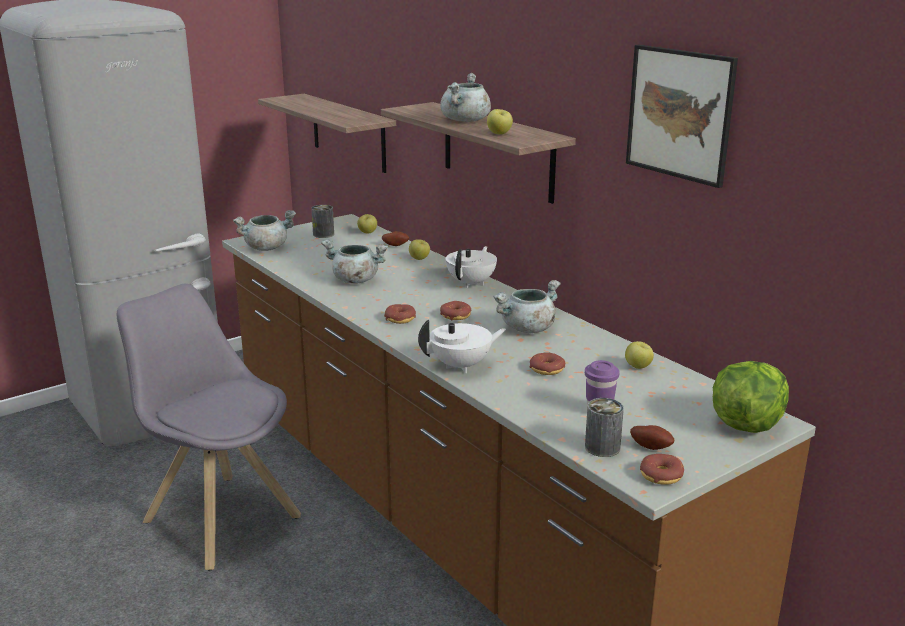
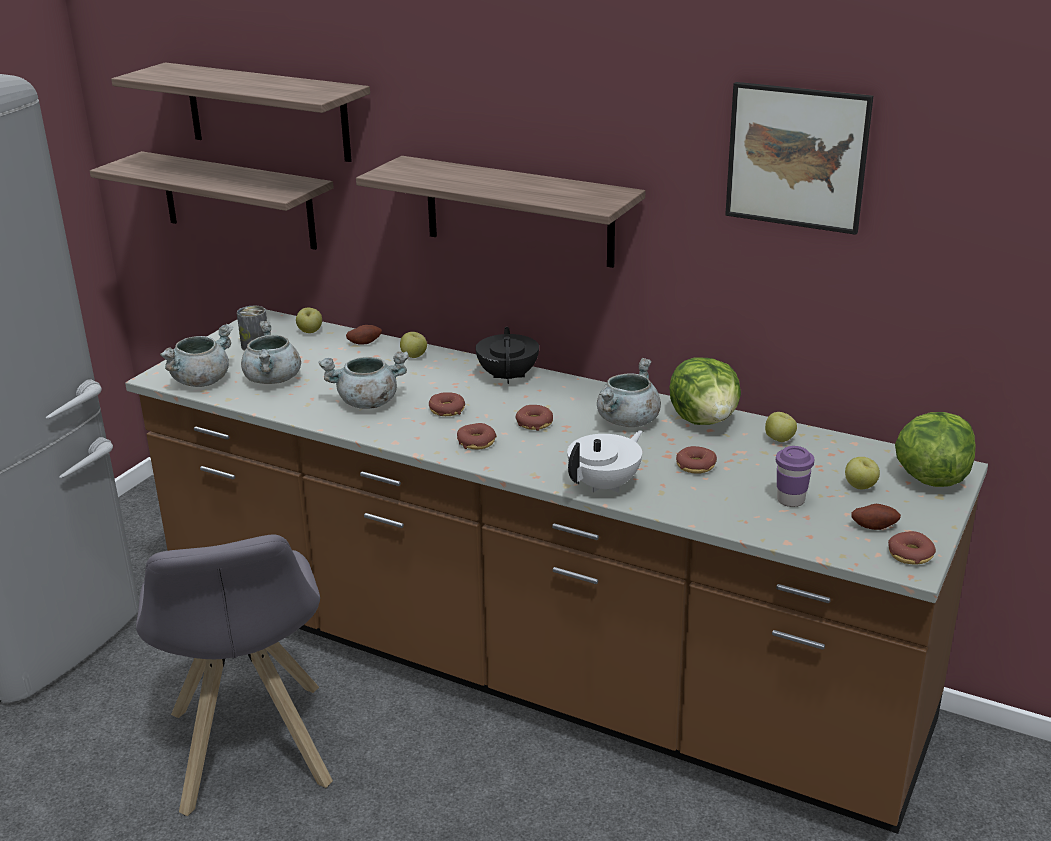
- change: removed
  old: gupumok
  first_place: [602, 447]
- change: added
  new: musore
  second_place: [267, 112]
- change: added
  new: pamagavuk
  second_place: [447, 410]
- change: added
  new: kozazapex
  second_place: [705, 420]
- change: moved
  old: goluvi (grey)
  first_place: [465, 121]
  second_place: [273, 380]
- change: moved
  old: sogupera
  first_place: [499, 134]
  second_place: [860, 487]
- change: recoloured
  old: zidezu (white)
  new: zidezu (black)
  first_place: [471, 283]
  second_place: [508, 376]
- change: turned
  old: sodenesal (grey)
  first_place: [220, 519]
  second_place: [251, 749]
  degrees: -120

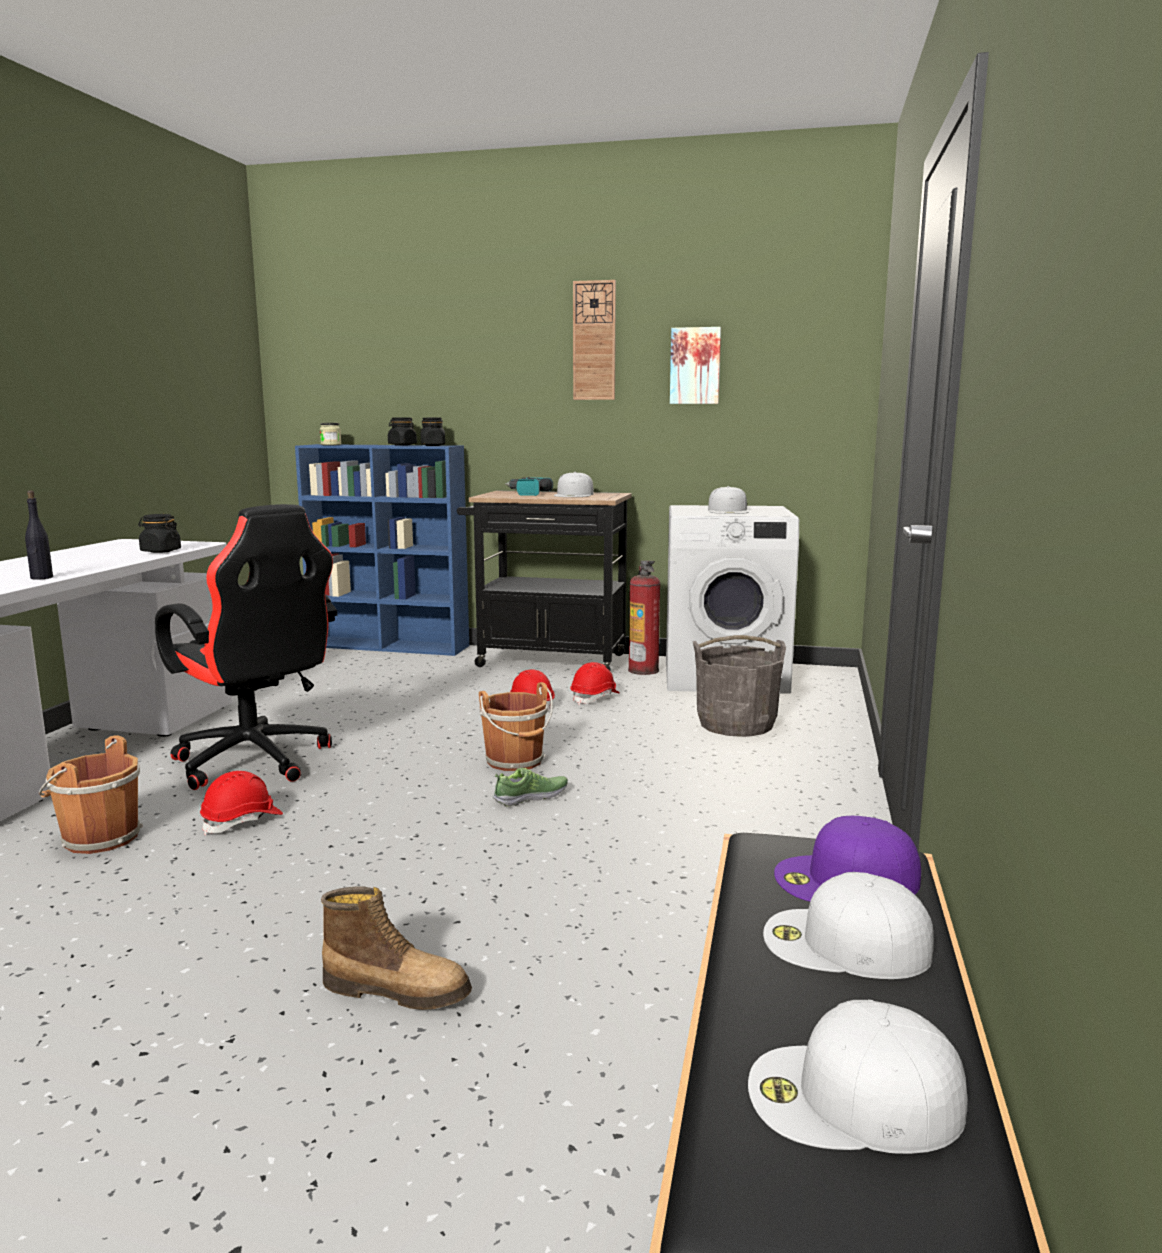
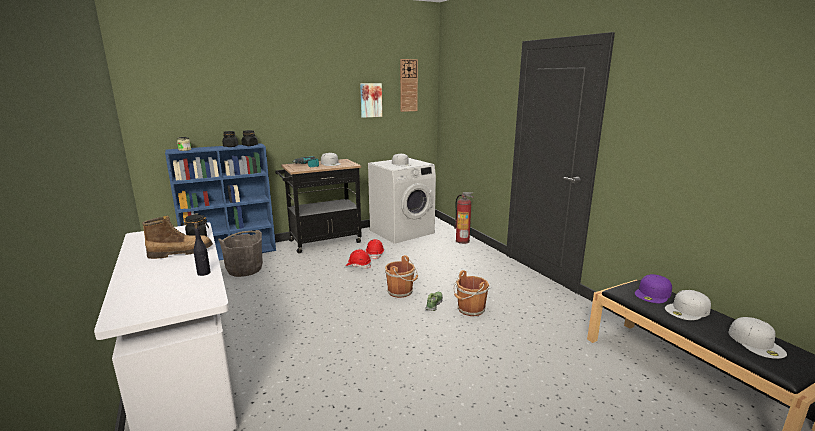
- change: removed
  old: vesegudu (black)
  first_place: [257, 765]
- change: removed
  old: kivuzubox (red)
  first_place: [242, 821]
- change: moved
  old: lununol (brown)
  first_place: [98, 838]
  second_place: [470, 310]
- change: moved
  old: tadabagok
  first_place: [398, 990]
  second_place: [181, 252]
- change: moved
  old: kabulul
  first_place: [594, 341]
  second_place: [408, 85]
- change: moved
  old: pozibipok
  first_place: [644, 670]
  second_place: [462, 241]
- change: moved
  old: lununol (grey)
  first_place: [736, 724]
  second_place: [244, 269]
- change: turned
  old: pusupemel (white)
  first_place: [852, 1098]
  second_place: [756, 343]
  degrees: -60

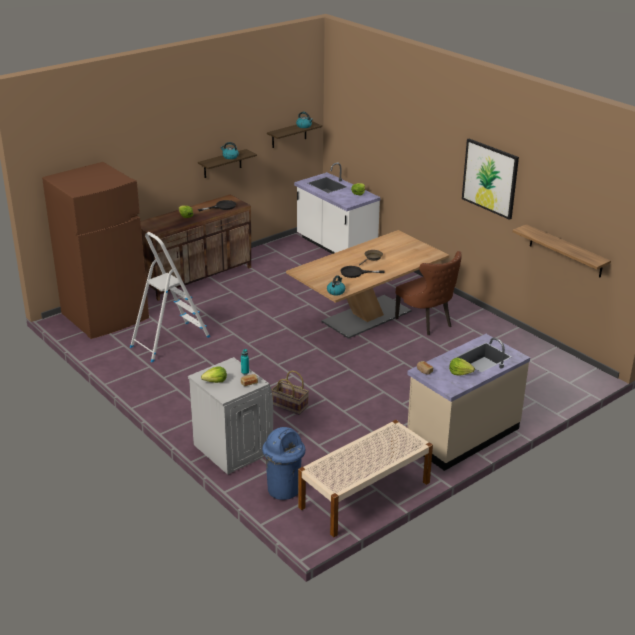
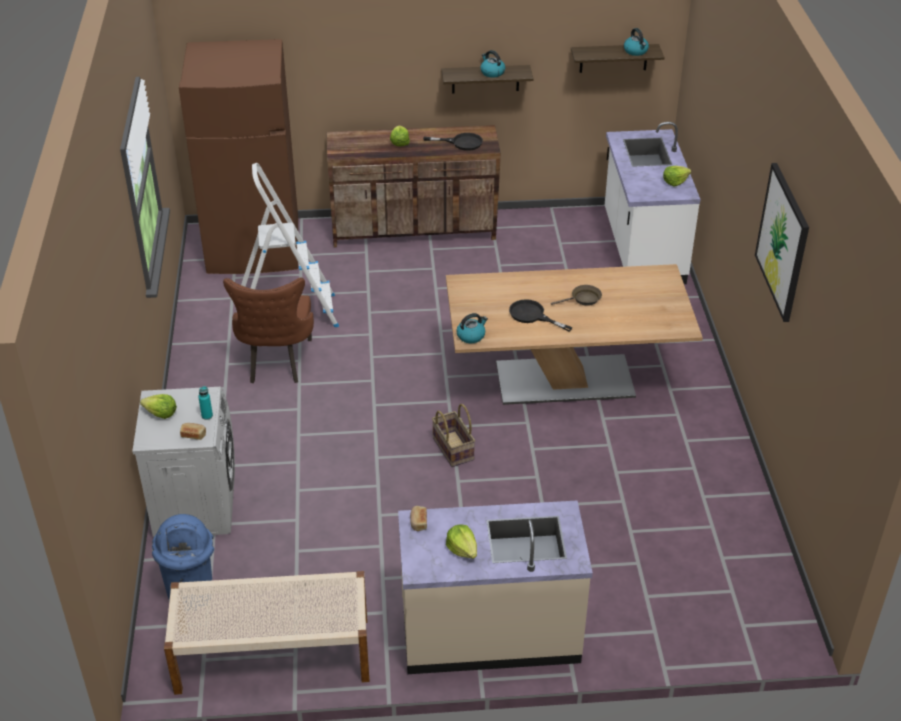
- change: removed
  old: musore
  first_place: [565, 251]
- change: moved
  old: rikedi
  first_place: [289, 406]
  second_place: [452, 449]
- change: moved
  old: sodenesal (brown)
  first_place: [426, 322]
  second_place: [277, 362]

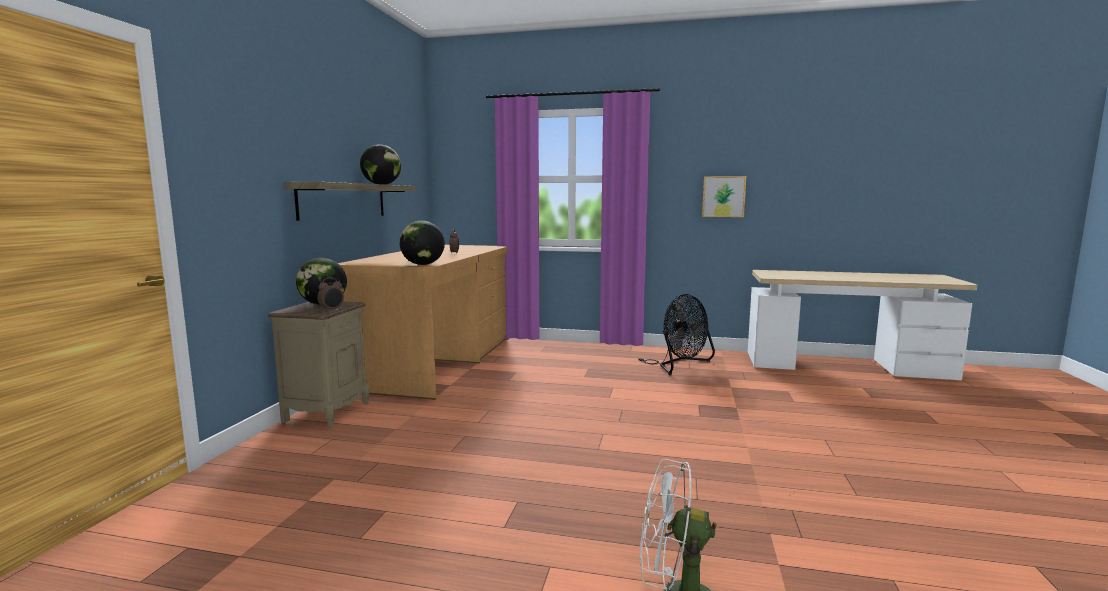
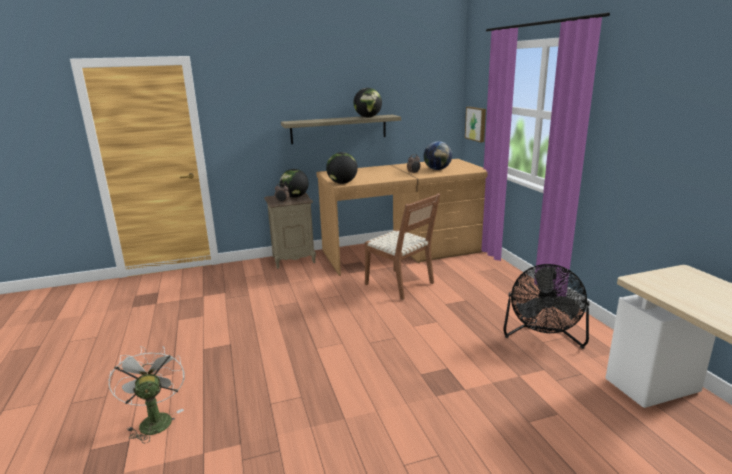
- change: added
  new: sodenesal
  second_place: [401, 285]
- change: added
  new: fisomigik
  second_place: [437, 169]
- change: moved
  old: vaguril
  first_place: [723, 196]
  second_place: [476, 124]

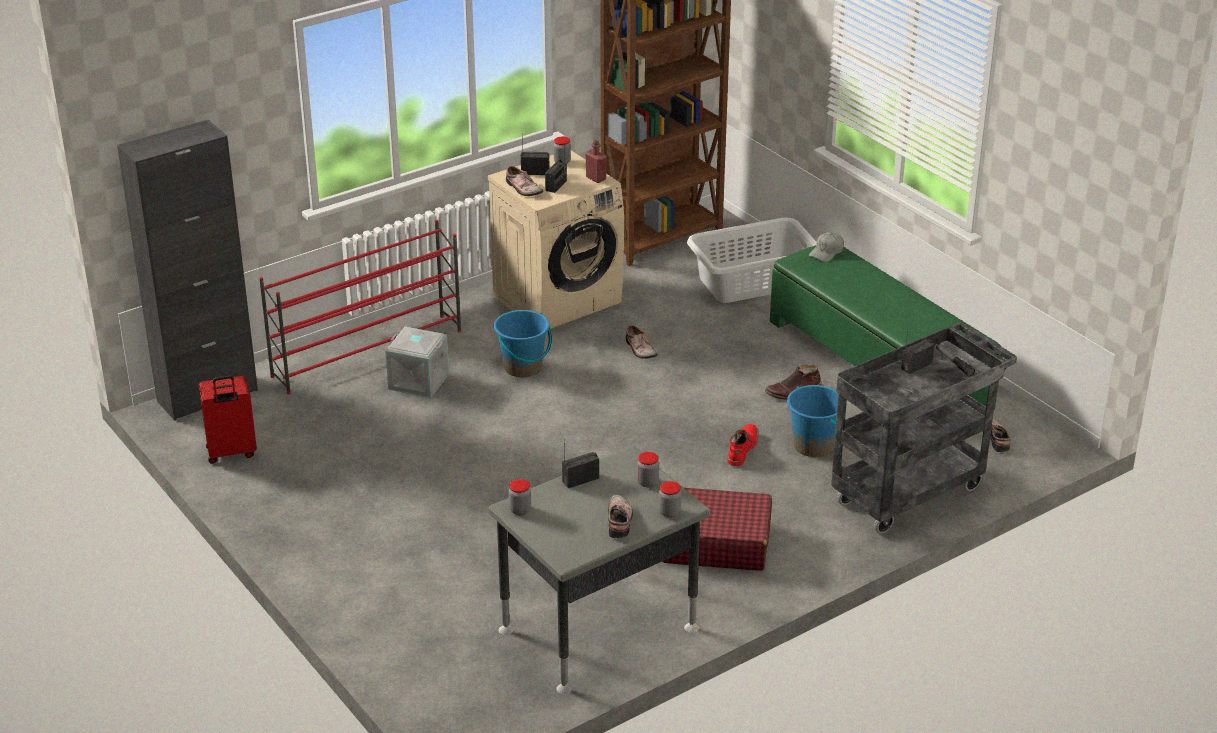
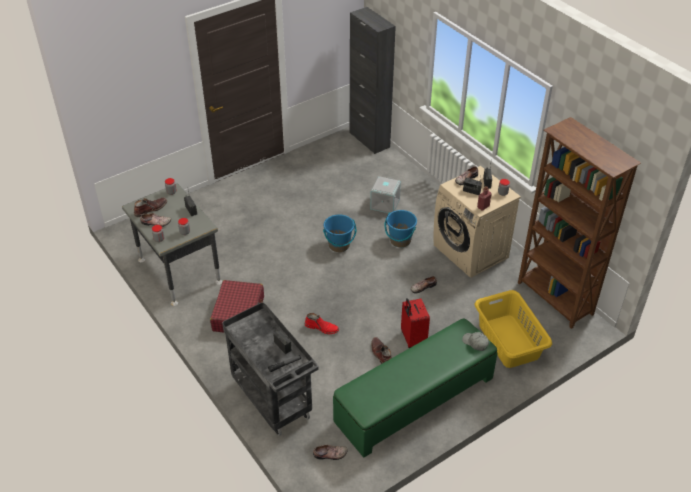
- change: removed
  old: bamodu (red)
  first_place: [368, 353]
- change: added
  new: tadabagok (brown)
  second_place: [150, 209]
- change: moved
  old: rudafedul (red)
  first_place: [231, 453]
  second_place: [412, 339]
- change: moved
  old: lununol (blue)
  first_place: [814, 445]
  second_place: [339, 245]
- change: recoloured
  old: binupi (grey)
  new: binupi (yellow)
  first_place: [753, 282]
  second_place: [508, 341]

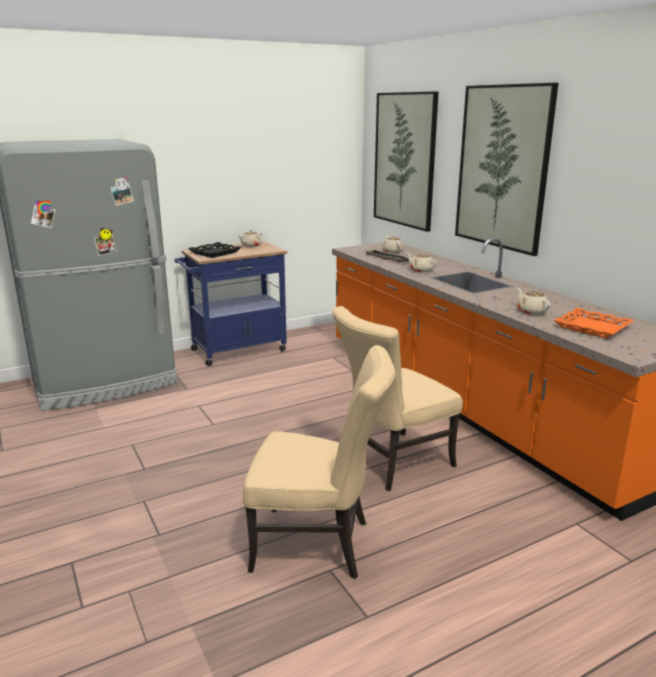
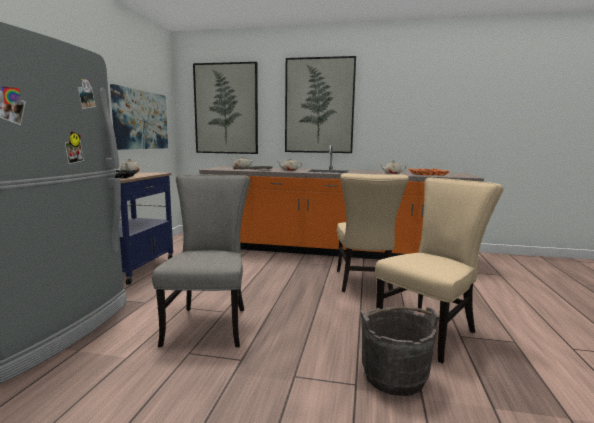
- change: added
  new: vaguril
  second_place: [141, 120]
- change: added
  new: sodenesal (grey)
  second_place: [209, 323]
- change: added
  new: lununol (grey)
  second_place: [394, 376]

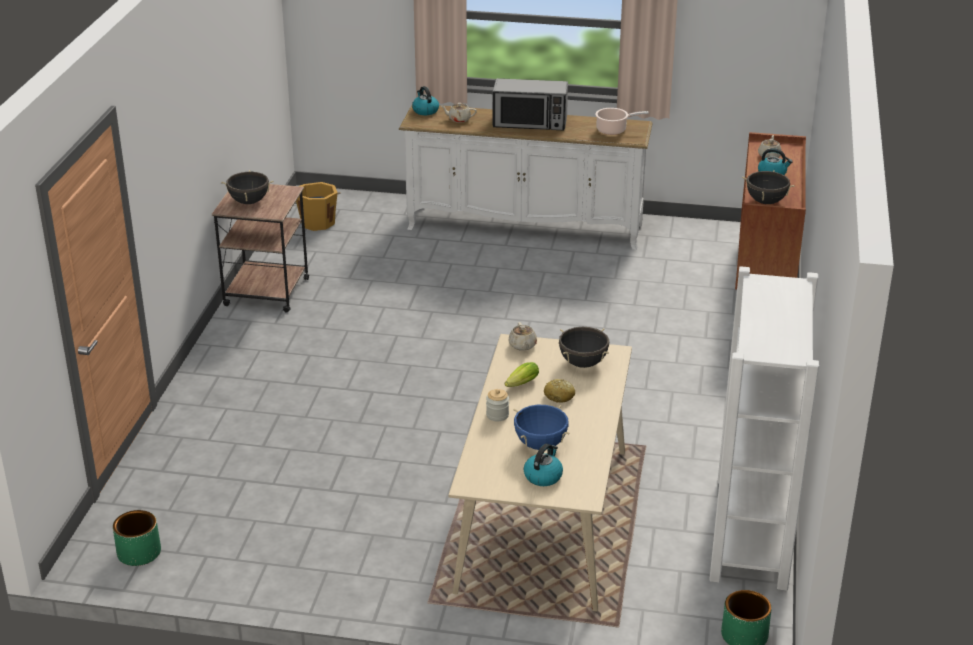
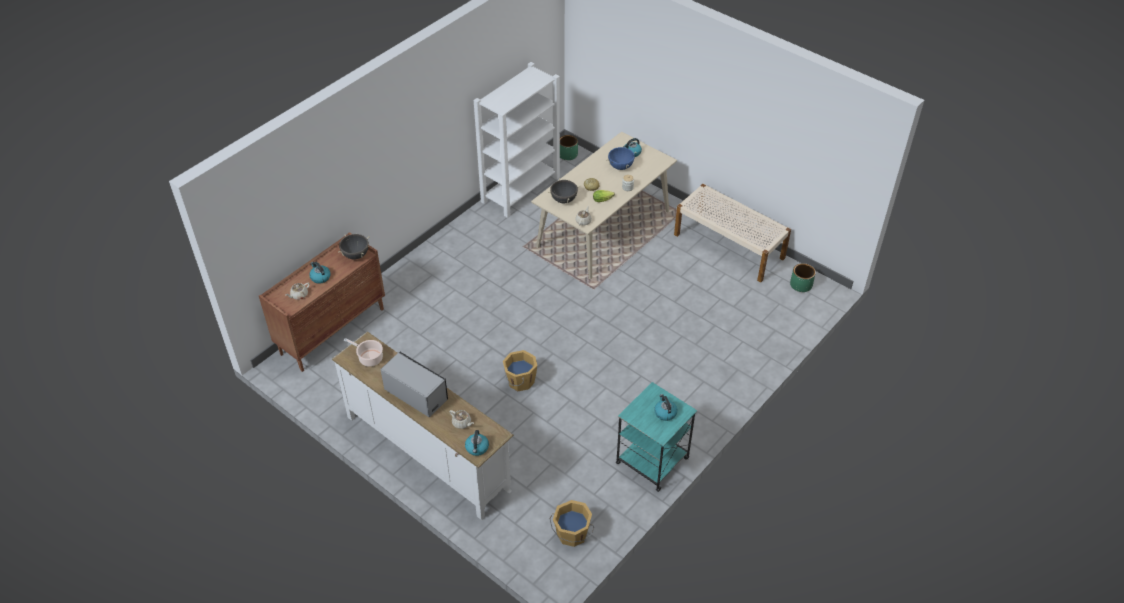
- change: added
  new: lununol (orange)
  second_place: [520, 381]
- change: added
  new: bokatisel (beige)
  second_place: [729, 246]
- change: replaced
  old: goluvi (black)
  new: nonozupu
  first_place: [249, 201]
  second_place: [665, 413]
- change: recoloured
  old: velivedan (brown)
  new: velivedan (turquoise)
  first_place: [266, 291]
  second_place: [652, 461]

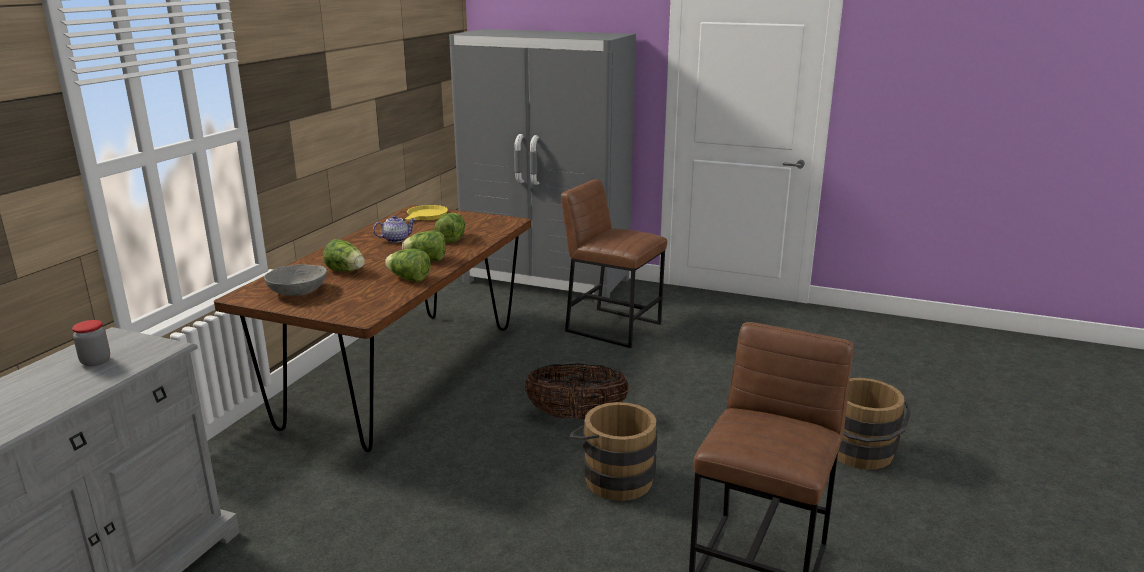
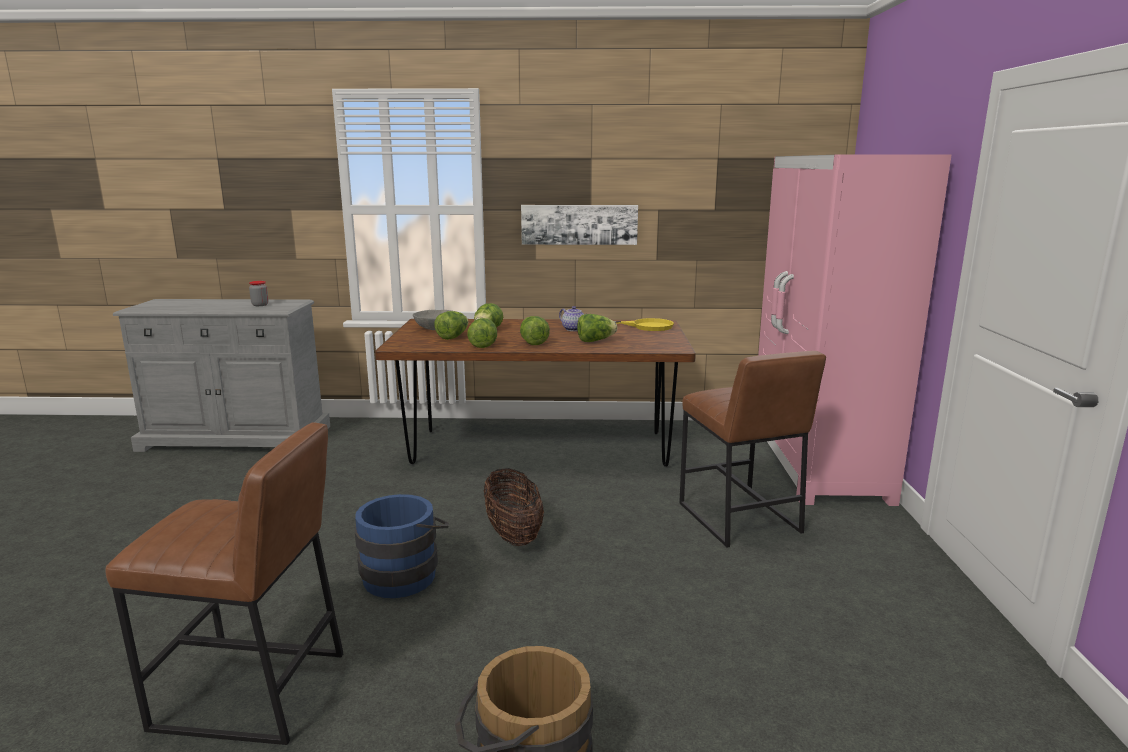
- change: added
  new: kozazapex
  second_place: [453, 337]
- change: added
  new: vaguril
  second_place: [579, 224]
- change: recoloured
  old: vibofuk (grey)
  new: vibofuk (pink)
  first_place: [546, 281]
  second_place: [814, 462]
- change: recoloured
  old: lununol (brown)
  new: lununol (blue)
  first_place: [613, 477]
  second_place: [404, 574]
- change: turned
  old: sodenesal (brown)
  first_place: [612, 327]
  second_place: [740, 518]
  degrees: 150

